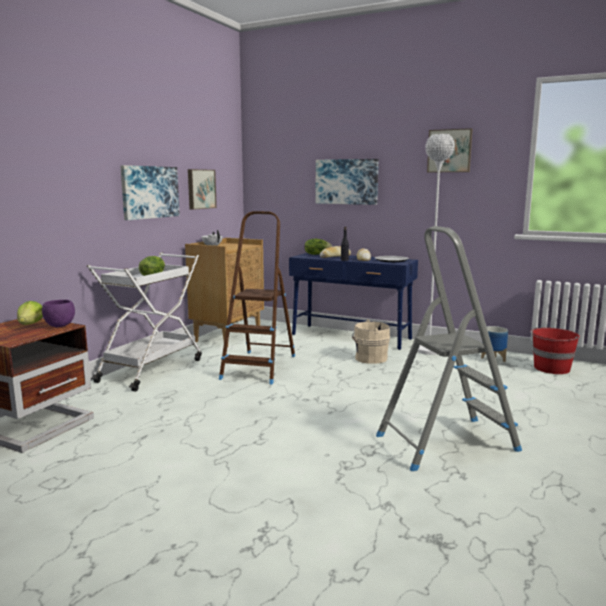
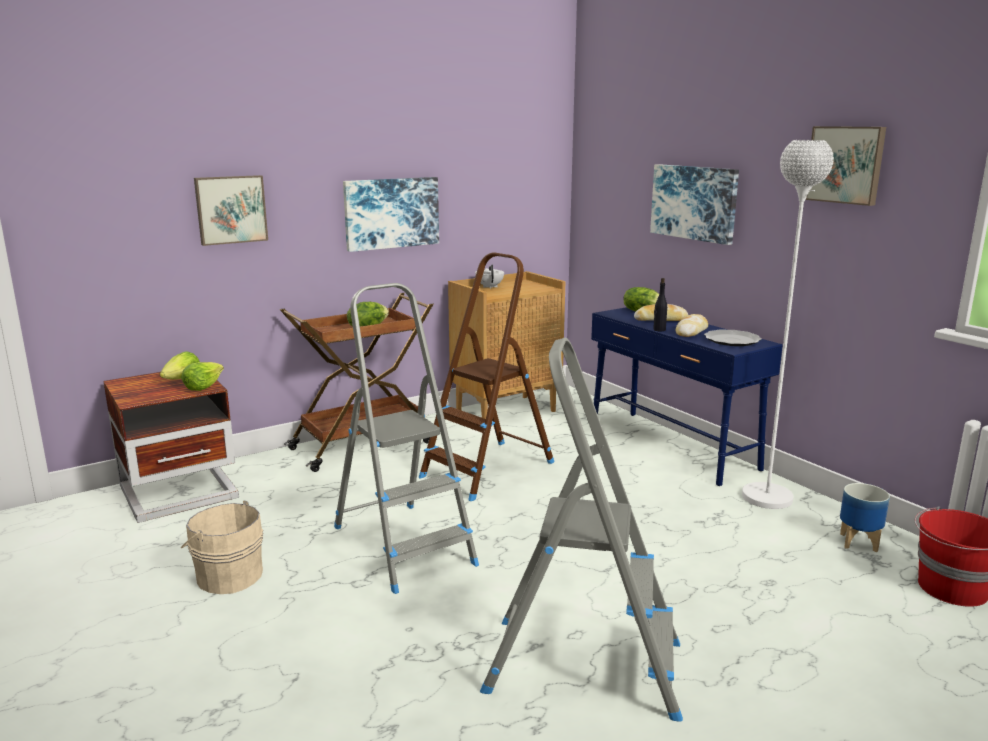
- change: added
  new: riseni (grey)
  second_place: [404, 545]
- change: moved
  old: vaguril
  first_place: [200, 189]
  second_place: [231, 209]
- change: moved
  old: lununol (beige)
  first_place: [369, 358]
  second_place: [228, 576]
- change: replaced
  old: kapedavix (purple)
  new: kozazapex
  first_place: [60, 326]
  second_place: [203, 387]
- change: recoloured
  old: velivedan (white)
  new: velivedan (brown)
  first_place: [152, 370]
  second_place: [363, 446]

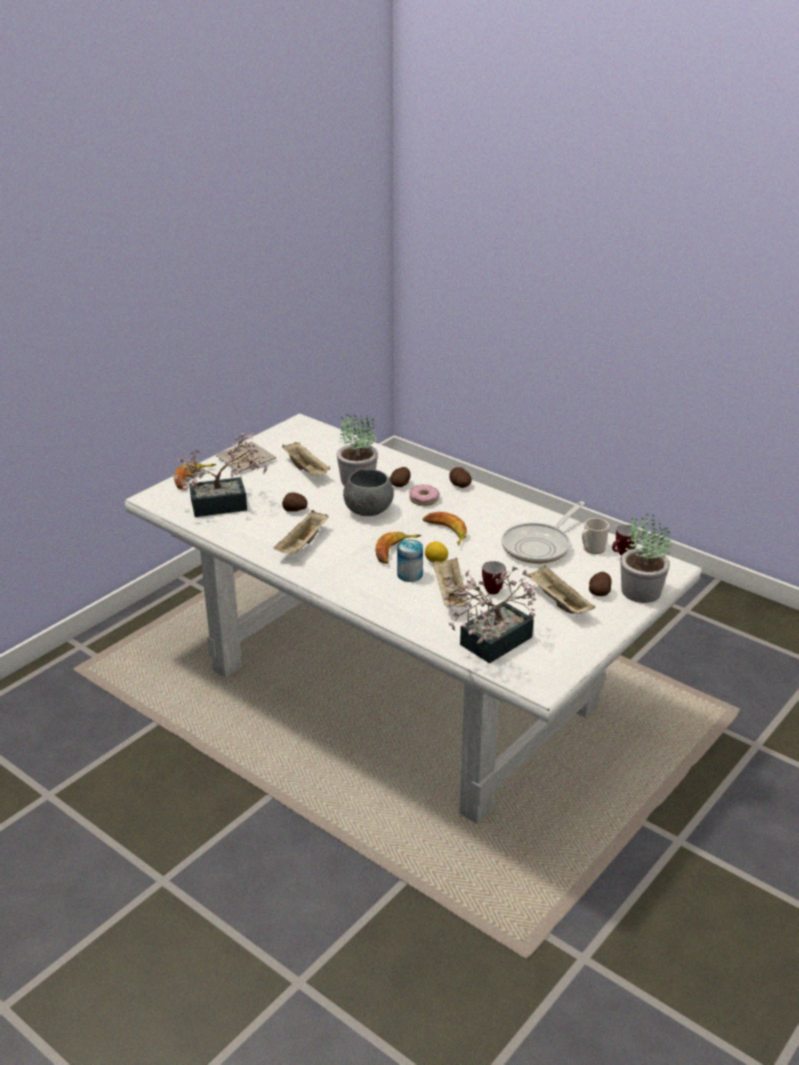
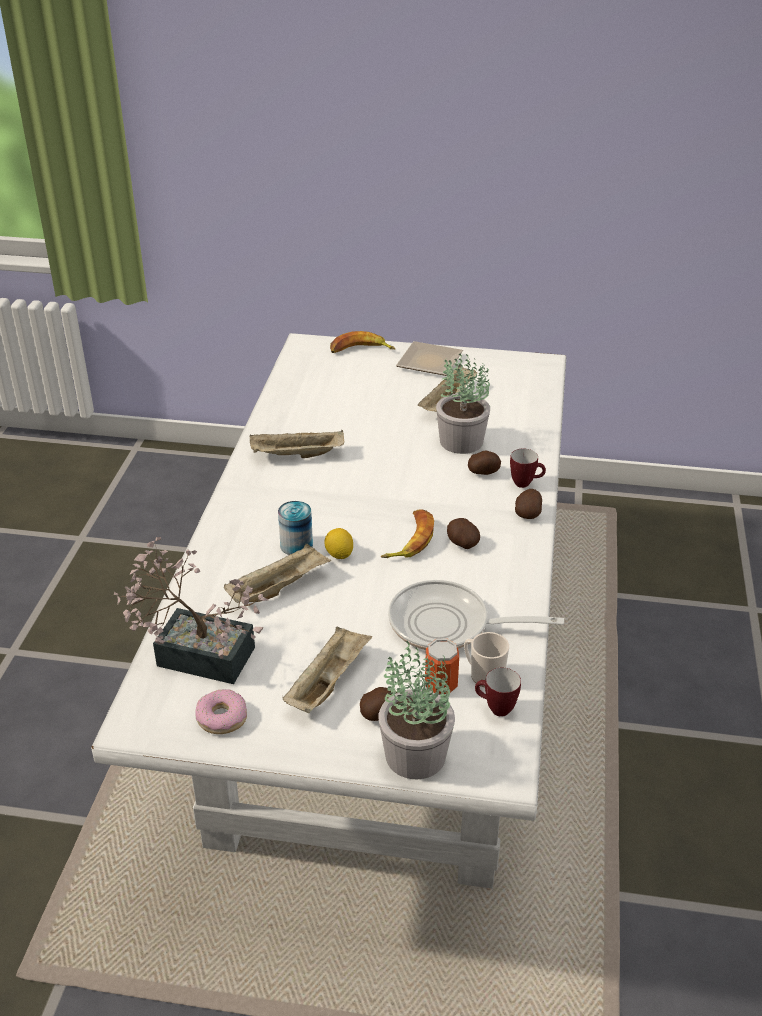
- change: removed
  old: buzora
  first_place: [226, 504]
- change: removed
  old: kapedavix (grey)
  first_place: [368, 511]
- change: removed
  old: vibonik
  first_place: [395, 551]
- change: added
  new: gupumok
  second_place: [441, 684]
- change: moved
  old: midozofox
  first_place: [295, 510]
  second_place: [461, 543]
- change: moved
  old: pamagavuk
  first_place: [424, 499]
  second_place: [222, 718]
- change: moved
  old: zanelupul
  first_place: [494, 589]
  second_place: [526, 483]

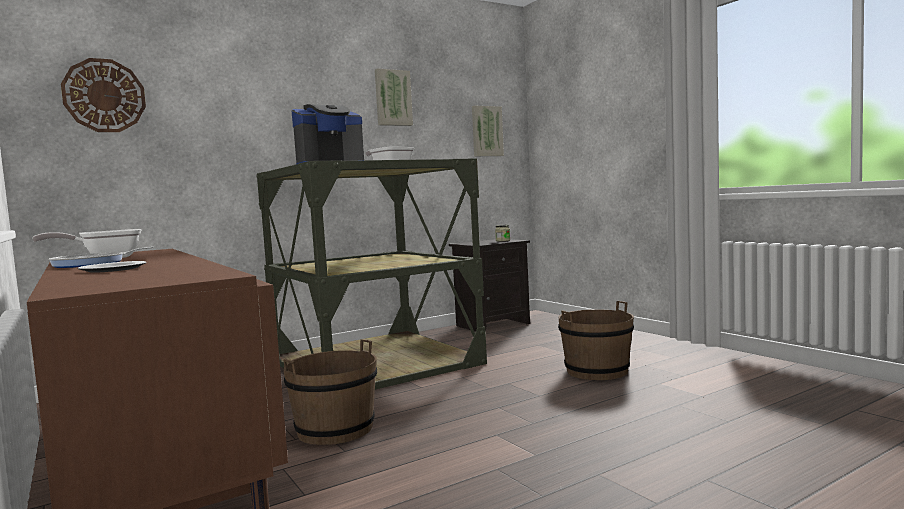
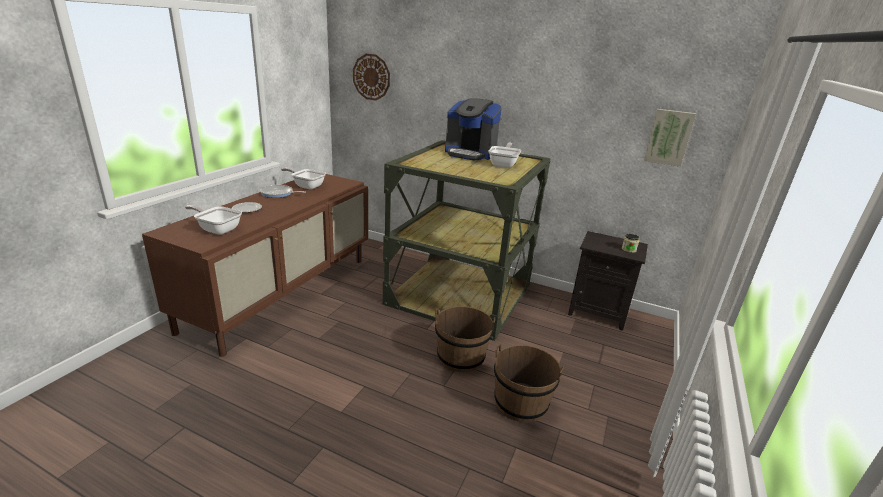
- change: removed
  old: vaguril
  first_place: [393, 98]
- change: added
  new: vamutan
  second_place: [217, 229]
- change: moved
  old: lununol (brown)
  first_place: [335, 429]
  second_place: [460, 357]

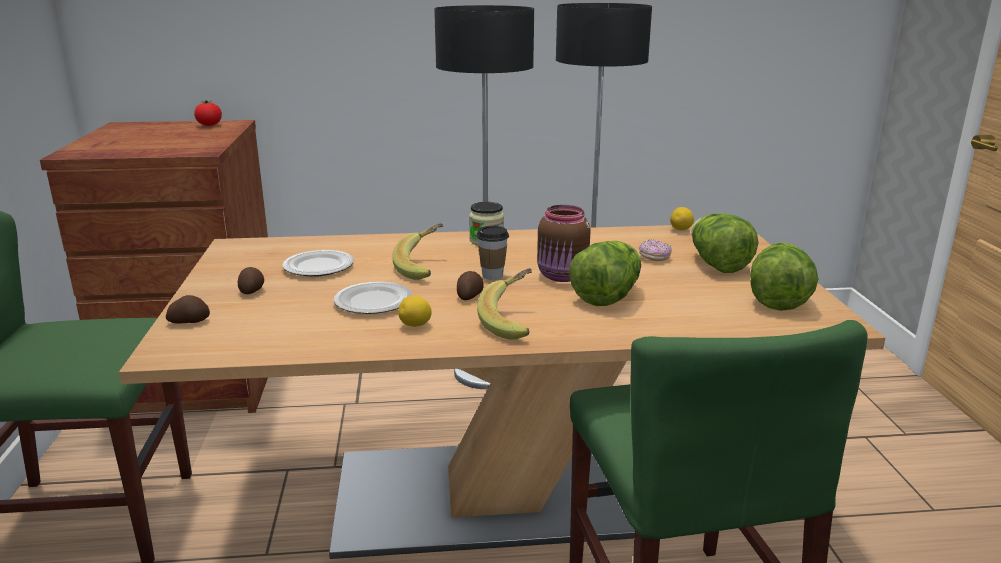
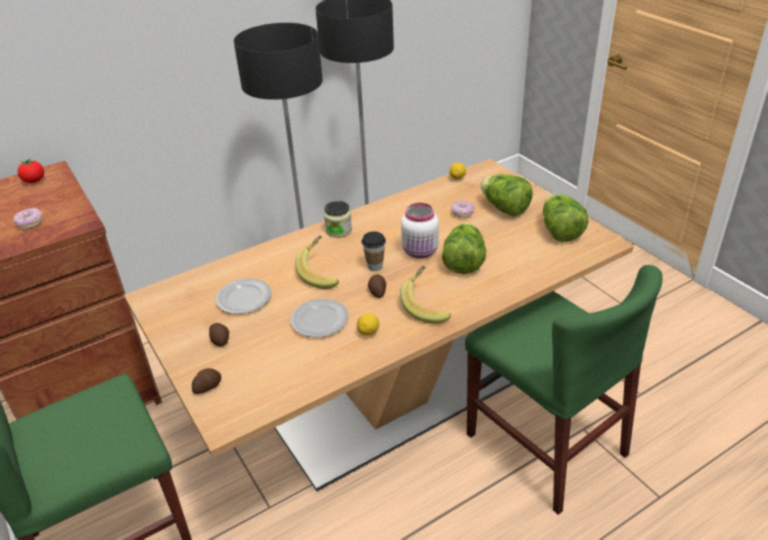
- change: added
  new: pamagavuk
  second_place: [30, 224]
- change: recoloured
  old: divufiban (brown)
  new: divufiban (white)
  first_place: [562, 276]
  second_place: [420, 252]

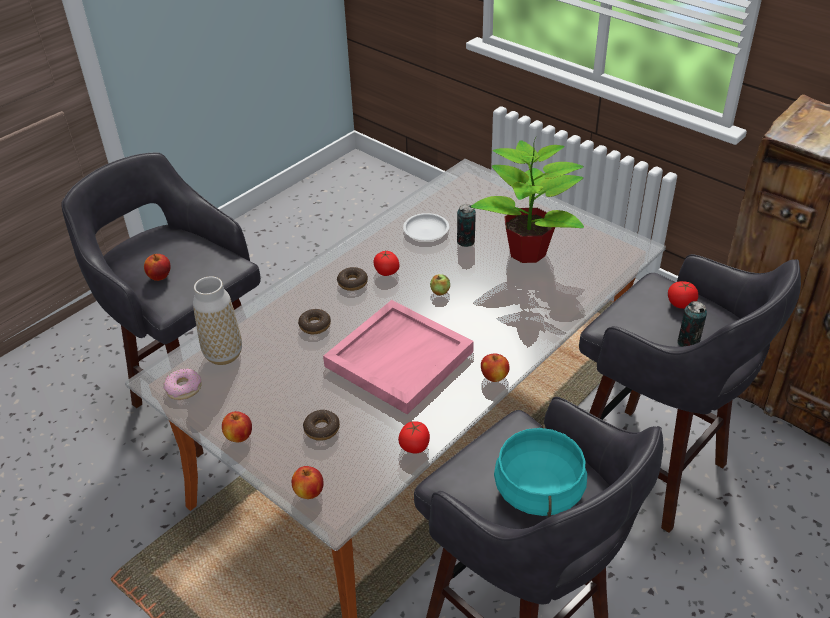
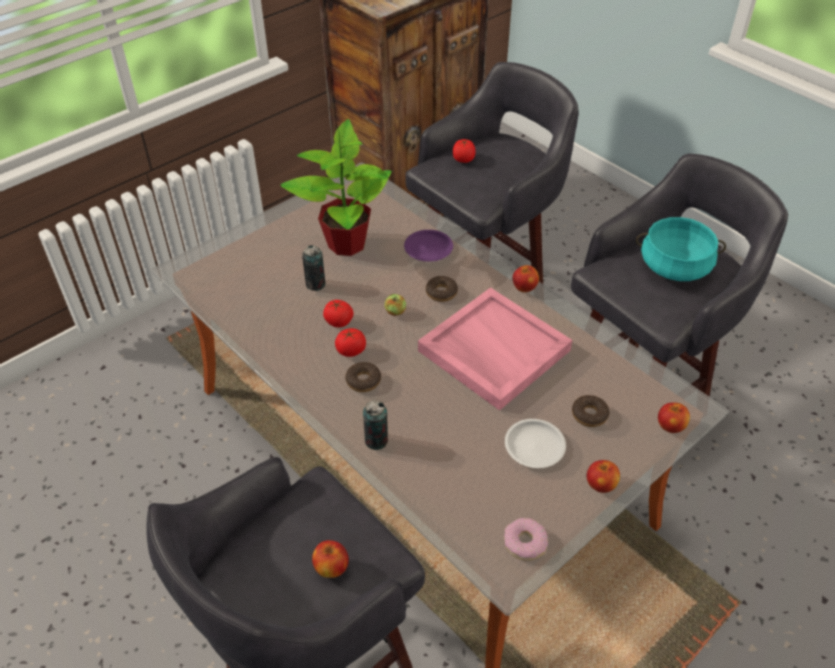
- change: removed
  old: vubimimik
  first_place: [223, 355]
- change: added
  new: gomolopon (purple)
  second_place: [428, 249]
- change: moved
  old: pamagavuk
  first_place: [315, 325]
  second_place: [441, 292]
- change: moved
  old: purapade
  first_place: [414, 446]
  second_place: [338, 322]
- change: moved
  old: gomolopon (white)
  first_place: [426, 230]
  second_place: [535, 446]
- change: moved
  old: gupumok
  first_place: [688, 343]
  second_place: [376, 441]

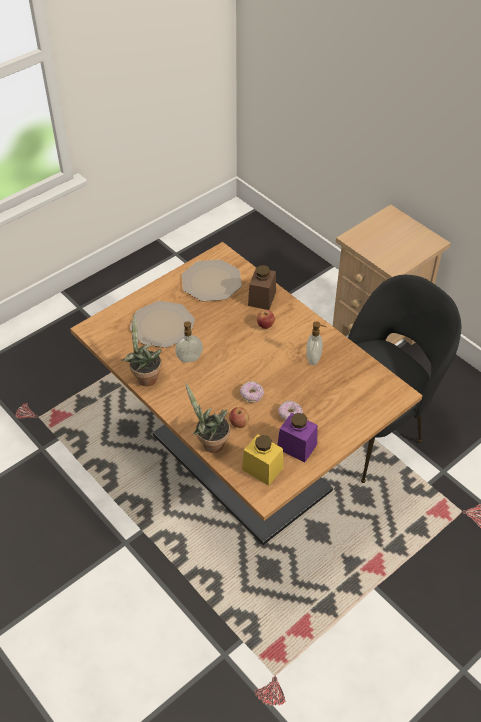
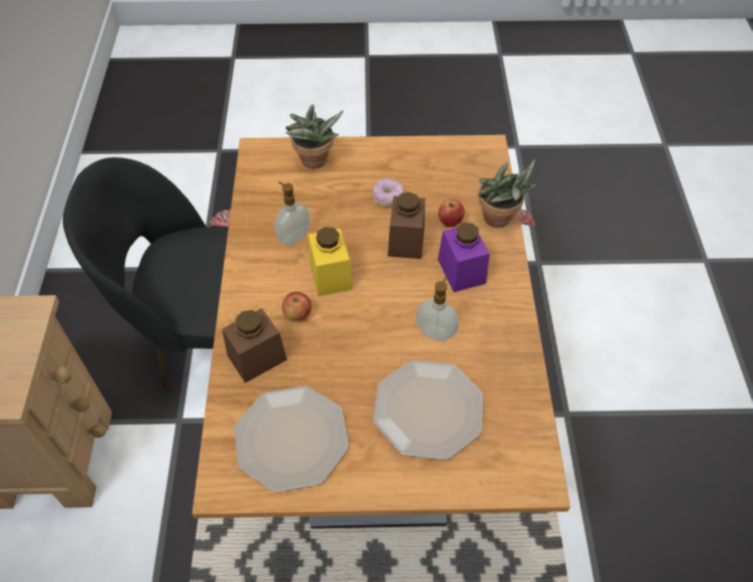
- change: moved
  old: buzora
  first_place: [145, 377]
  second_place: [314, 163]
- change: moved
  old: divufiban (yellow)
  first_place: [262, 469]
  second_place: [330, 275]
- change: moved
  old: divufiban (purple)
  first_place: [297, 446]
  second_place: [461, 271]
- change: replaced
  old: pamagavuk
  new: divufiban (brown)
  first_place: [252, 395]
  second_place: [406, 241]

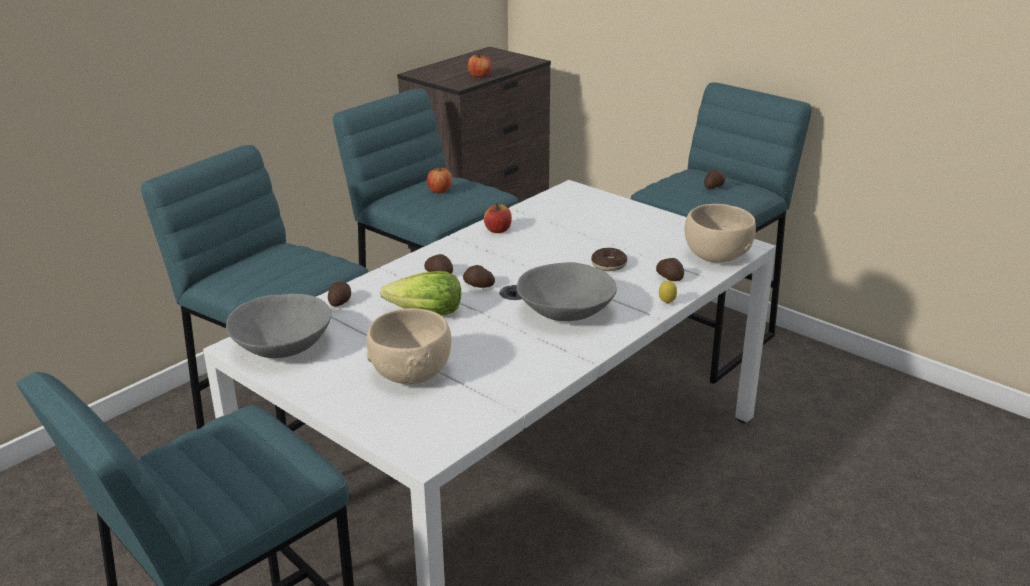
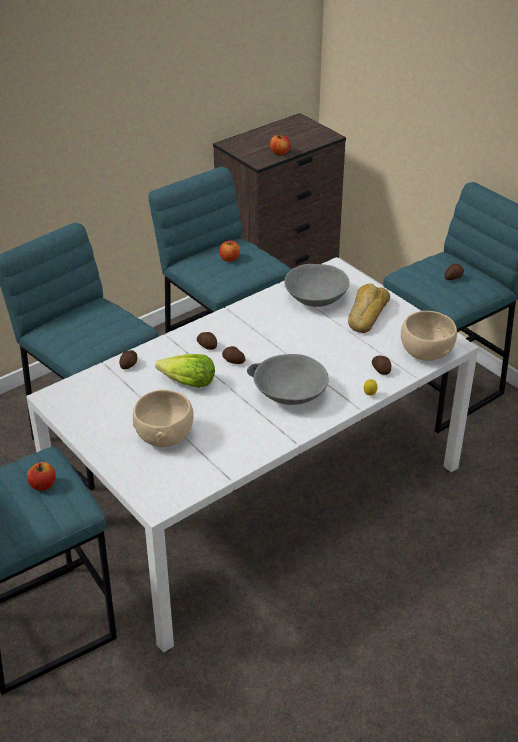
- change: removed
  old: pamagavuk
  first_place: [608, 265]
- change: added
  new: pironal
  second_place: [366, 314]
- change: moved
  old: kapedavix (grey)
  first_place: [282, 346]
  second_place: [316, 298]
- change: moved
  old: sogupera
  first_place: [498, 230]
  second_place: [43, 485]

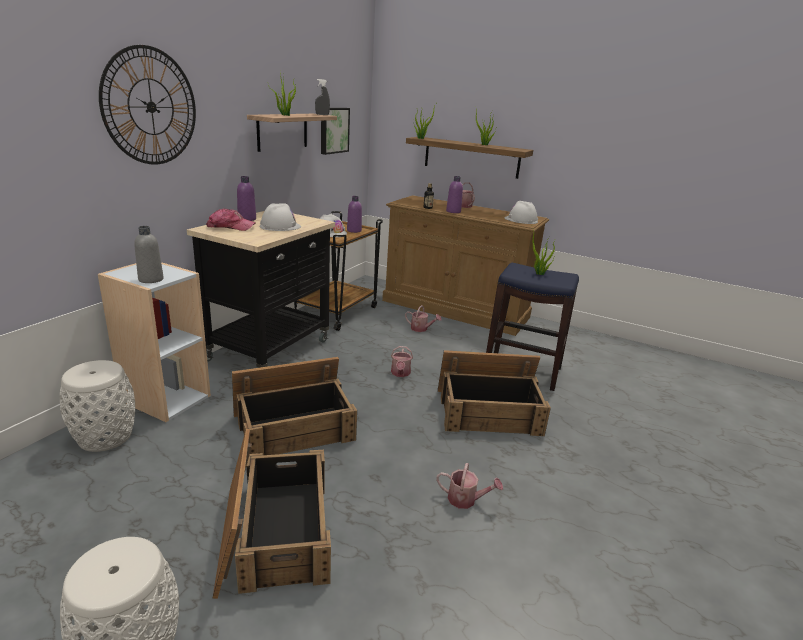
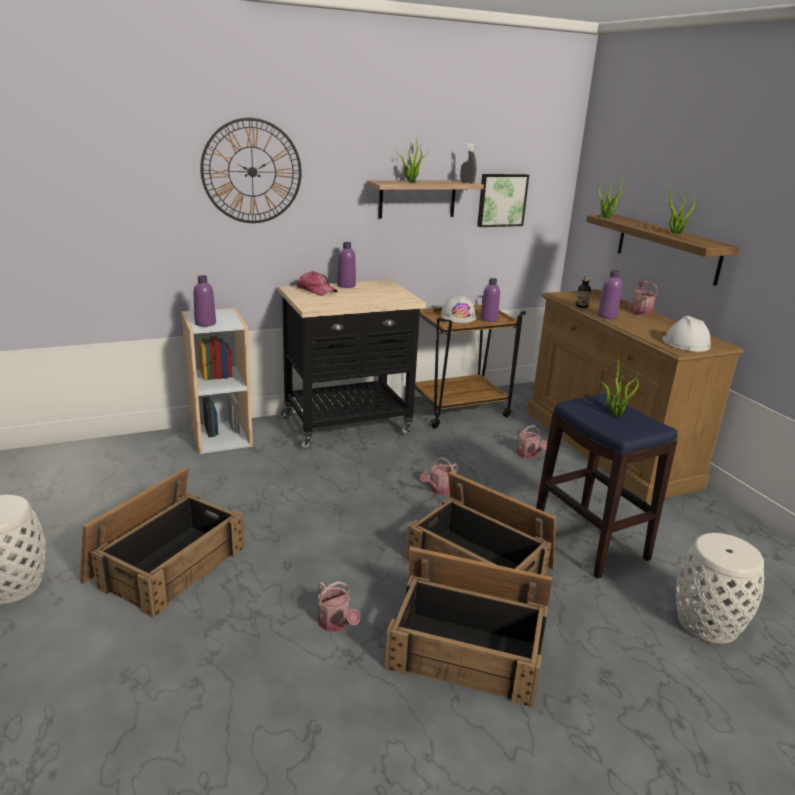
- change: removed
  old: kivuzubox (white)
  first_place: [280, 226]
- change: moved
  old: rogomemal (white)
  first_place: [105, 437]
  second_place: [707, 623]
- change: moved
  old: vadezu
  first_place: [294, 426]
  second_place: [468, 646]
- change: recoloured
  old: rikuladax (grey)
  new: rikuladax (purple)
  first_place: [151, 279]
  second_place: [205, 323]

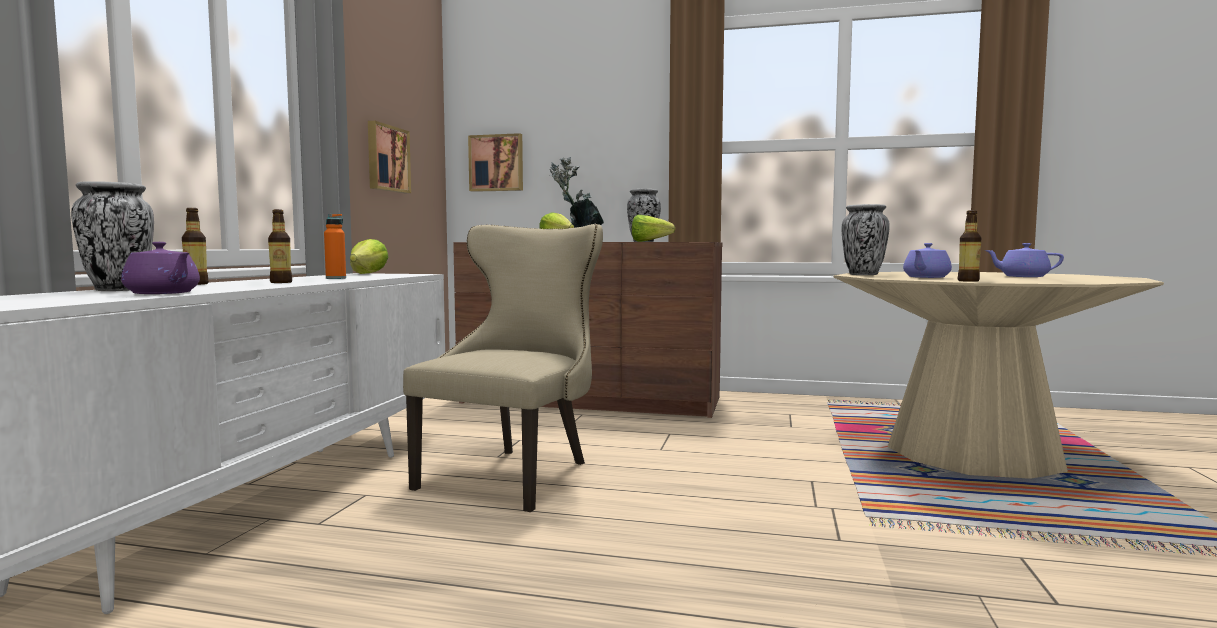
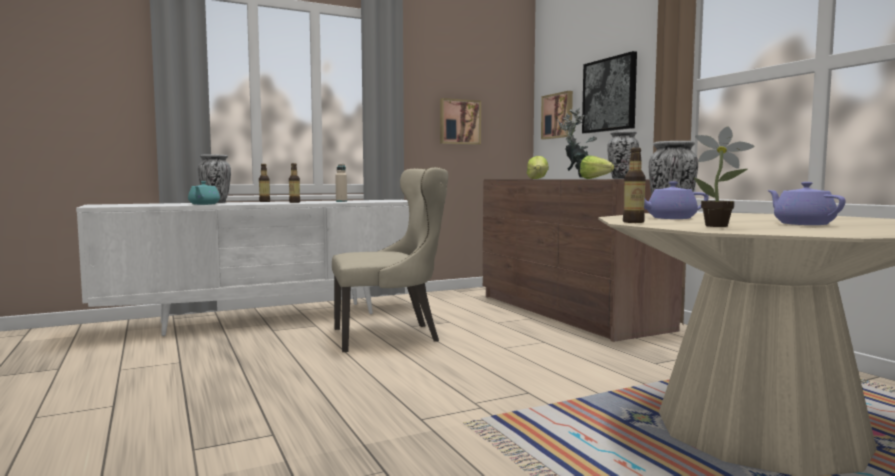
- change: removed
  old: kozazapex
  first_place: [368, 273]
- change: added
  new: vaguril
  second_place: [609, 95]
- change: added
  new: buzora
  second_place: [720, 226]
- change: recoloured
  old: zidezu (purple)
  new: zidezu (turquoise)
  first_place: [163, 293]
  second_place: [204, 204]
- change: recoloured
  old: rikuladax (orange)
  new: rikuladax (beige)
  first_place: [336, 278]
  second_place: [341, 201]

